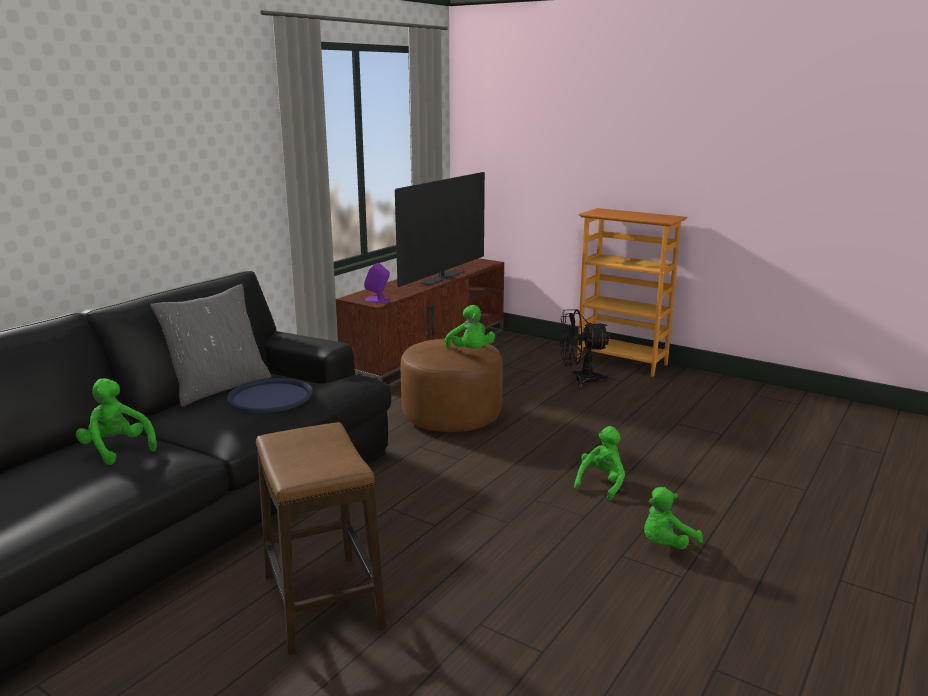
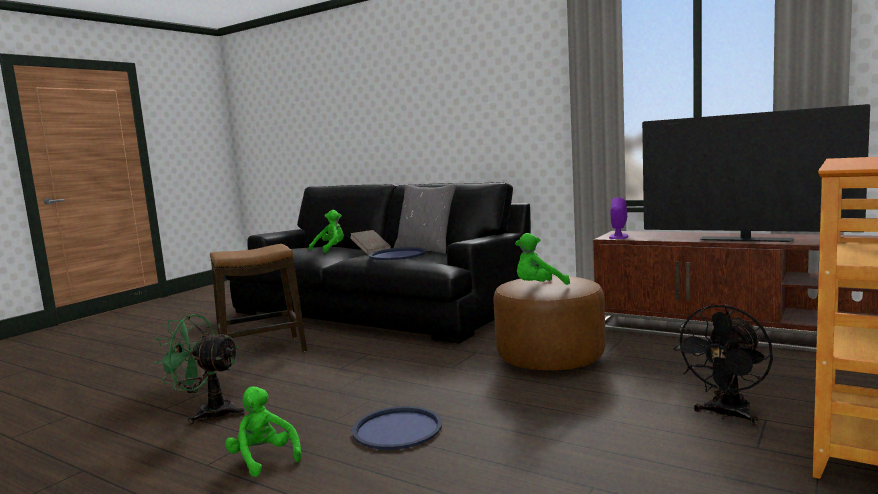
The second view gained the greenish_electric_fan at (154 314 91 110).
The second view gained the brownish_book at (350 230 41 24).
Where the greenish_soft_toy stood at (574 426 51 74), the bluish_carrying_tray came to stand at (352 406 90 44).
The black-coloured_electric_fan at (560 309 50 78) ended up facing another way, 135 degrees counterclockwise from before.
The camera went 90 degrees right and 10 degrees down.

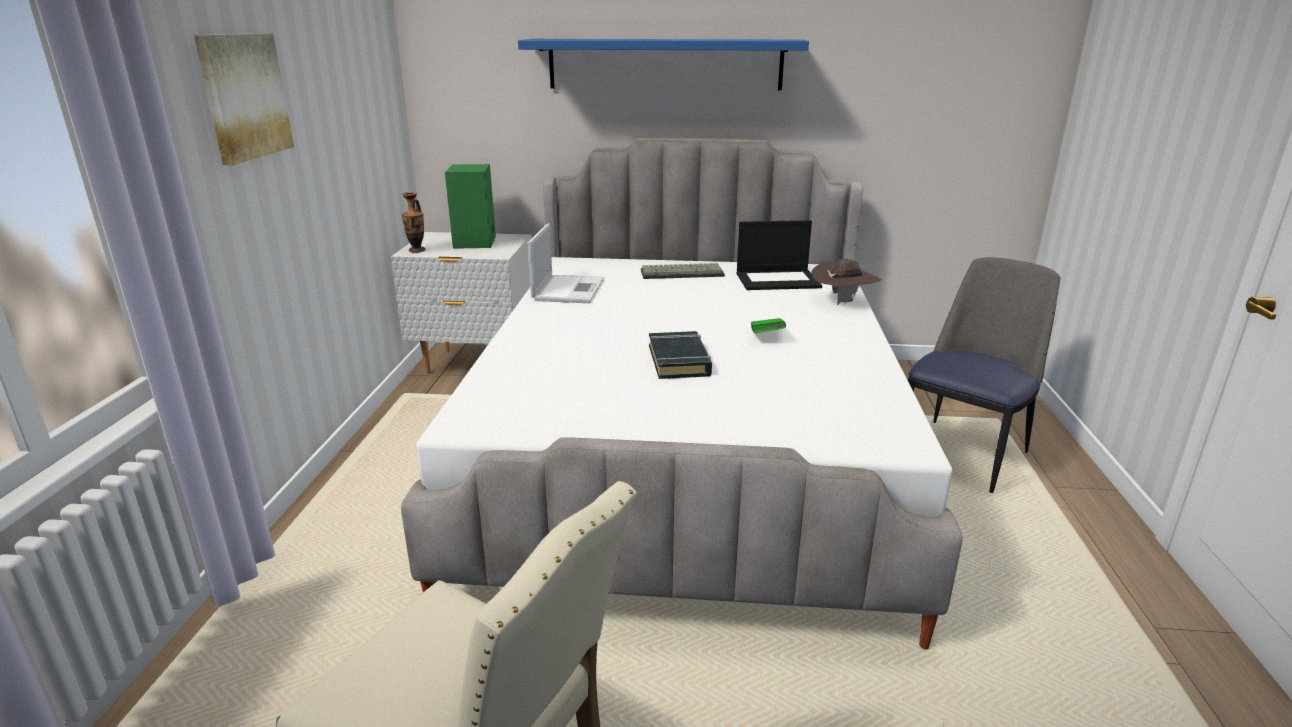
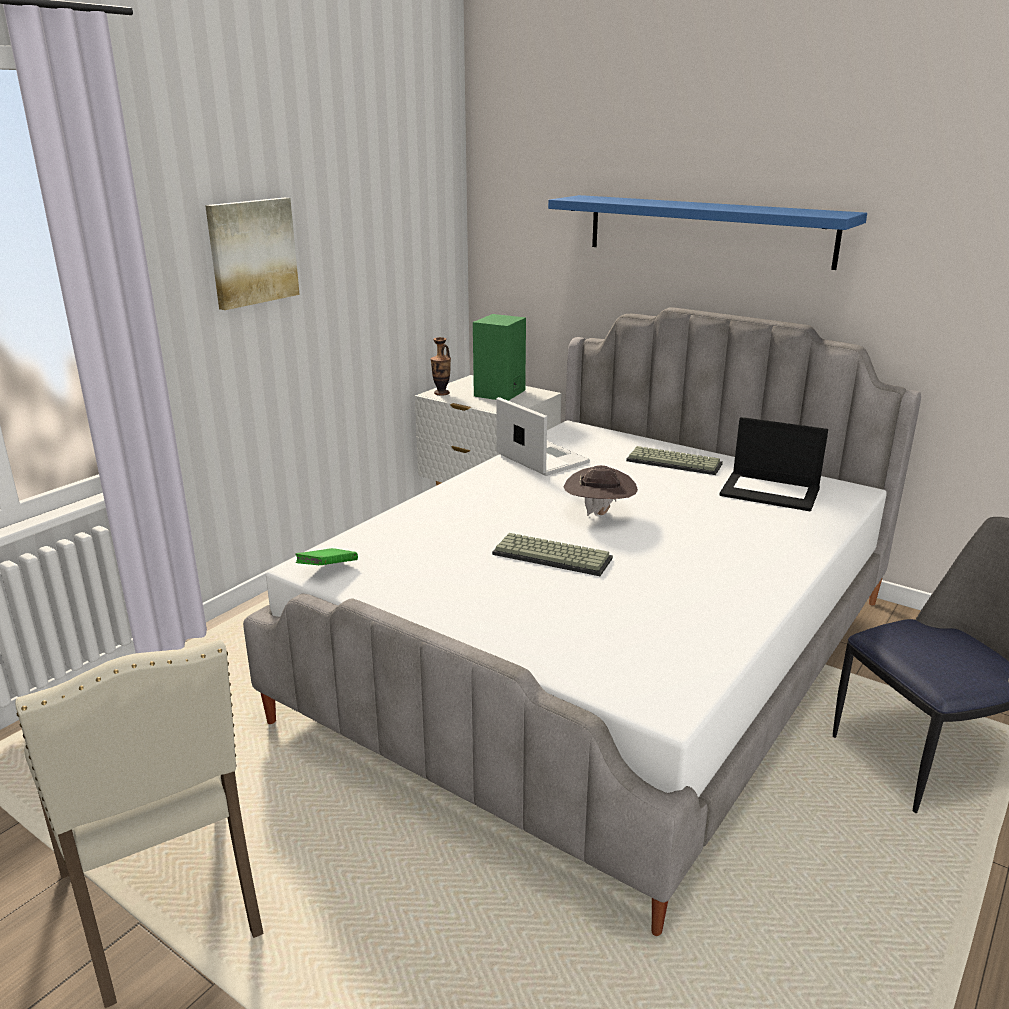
The greenish_book ended up elsewhere, having gone from (751 318 35 15) to (295 548 63 17).
The brownish_hat ended up elsewhere, having gone from (811 259 70 46) to (563 465 75 51).
Where the black-coloured_book stood at (649 331 63 48), the computer_keyboard came to stand at (492 533 121 43).
The portable_computer at (528 223 76 80) ended up facing another way, 75 degrees counterclockwise from before.
The camera went 30 degrees right and 0 degrees up.

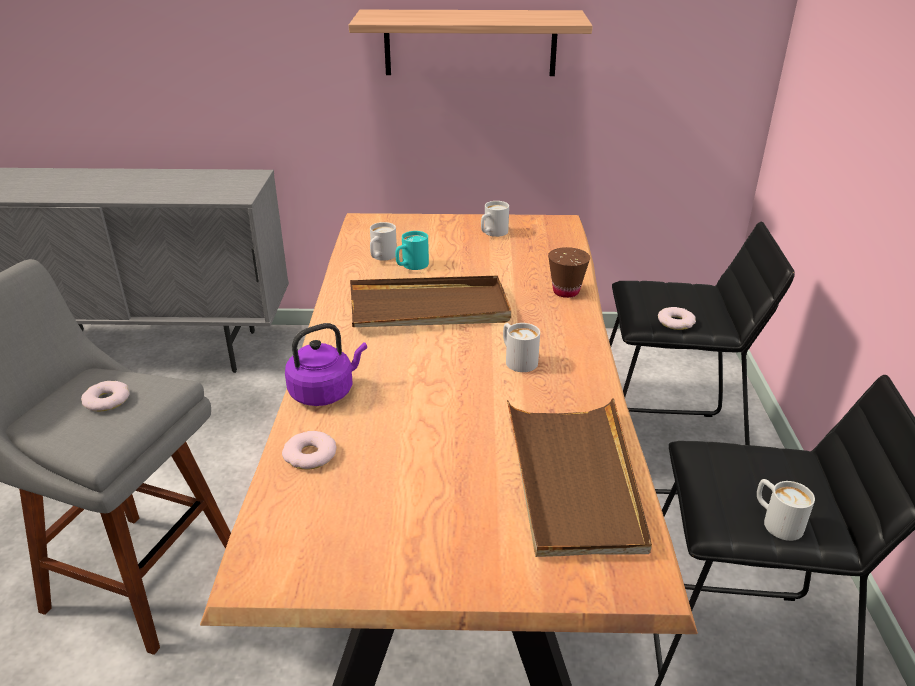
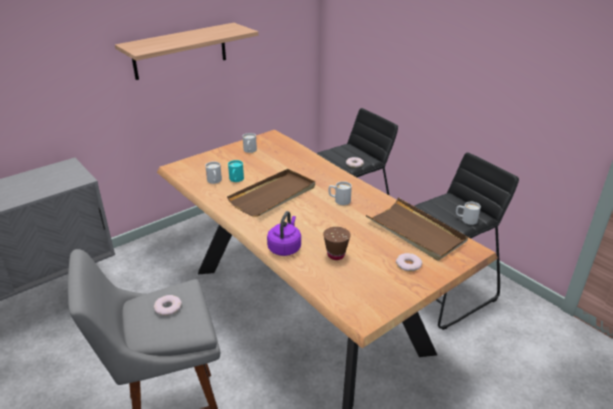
The ring_doughnut ended up elsewhere, having gone from (282 431 55 39) to (396 253 26 18).
The brownish_small_cup ended up elsewhere, having gone from (548 247 42 51) to (323 227 28 33).
The camera went 40 degrees left and 0 degrees up.

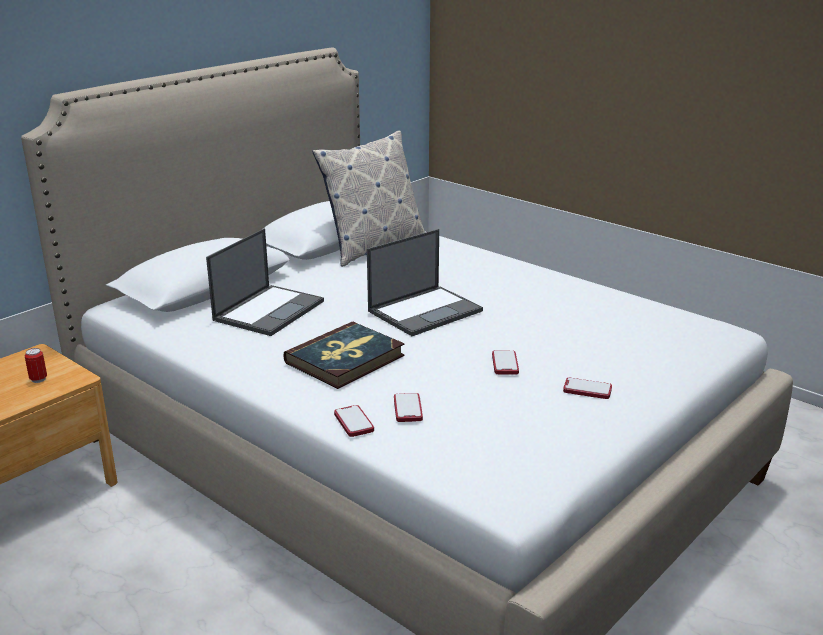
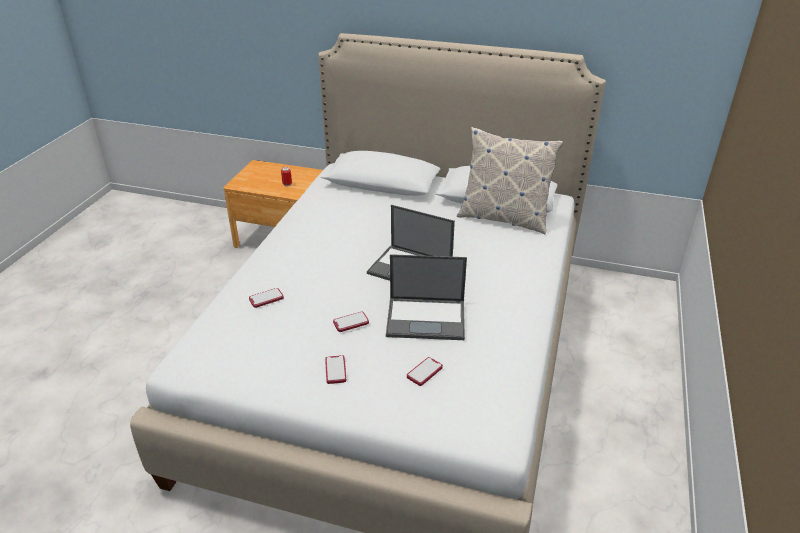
The second view lost the book at (283 322 122 67).
The portable_computer ended up elsewhere, having gone from (206 228 118 108) to (386 254 81 86).
The handset ended up elsewhere, having gone from (334 405 40 32) to (407 357 36 29).
The camera went 65 degrees right and 10 degrees up.

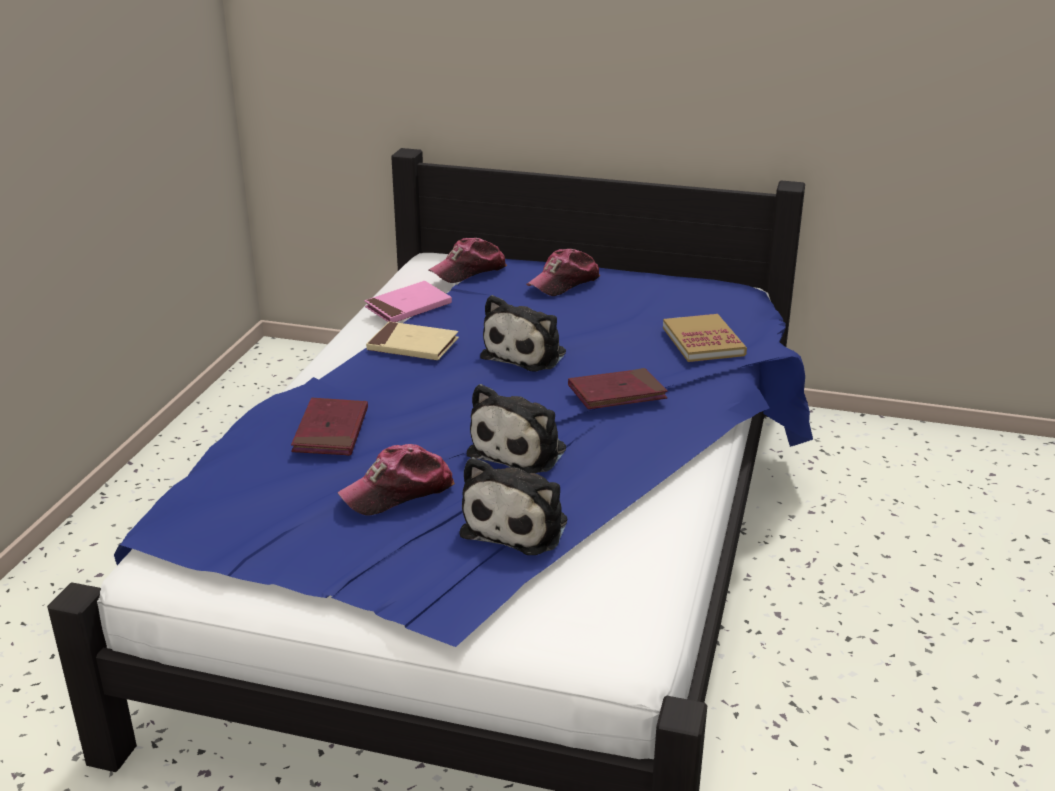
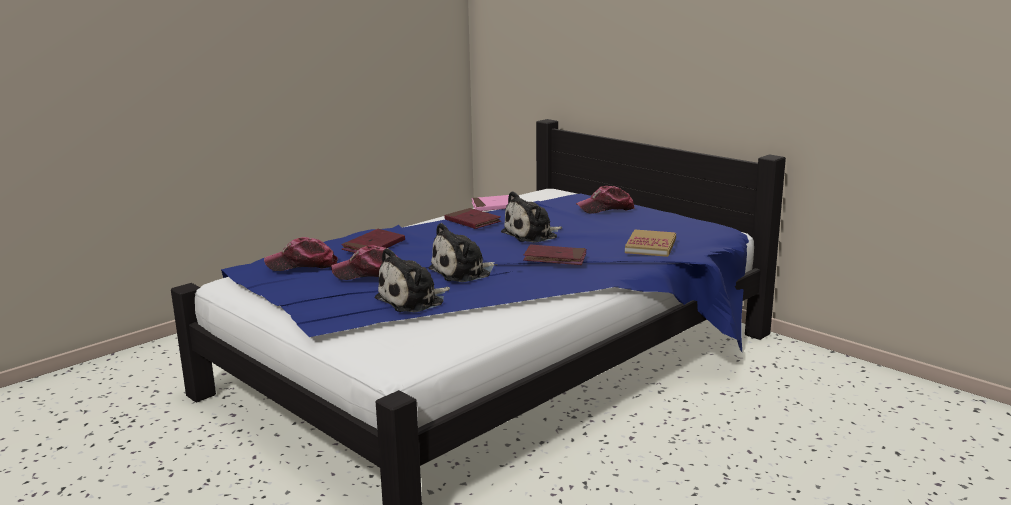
The peaked_cap ended up elsewhere, having gone from (429 238 78 45) to (264 237 74 34).
What was the beige-coloured_book at (366 322 93 38) turned into the red_book at (445 208 56 21).
The camera went 30 degrees right and 10 degrees down.

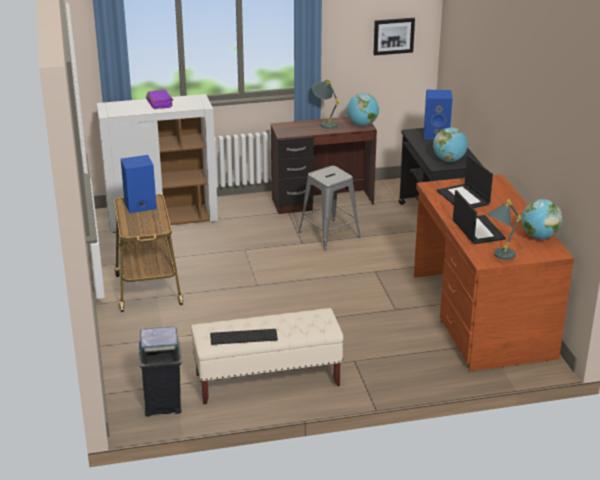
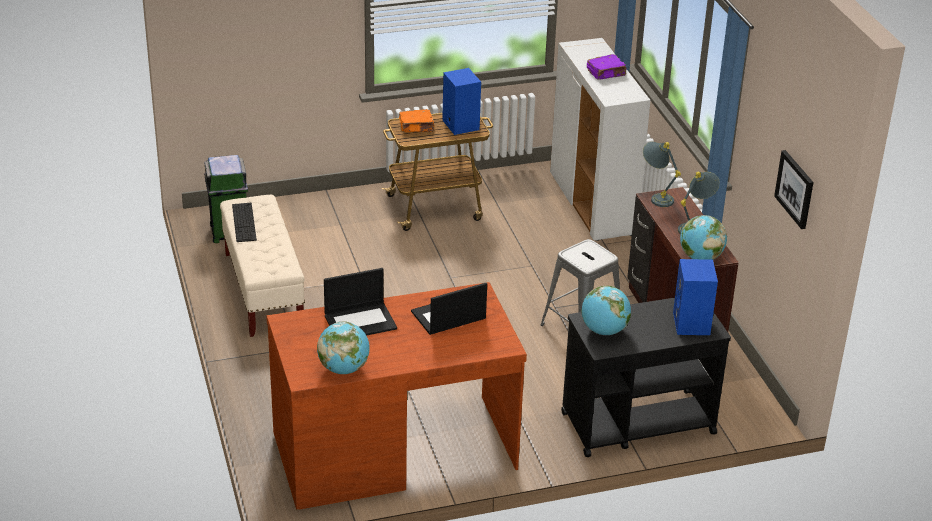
The second view gained the orangey_book at (399 109 36 23).
The gray_lamp_for_a_table ended up elsewhere, having gone from (486 199 36 61) to (643 142 38 65).
The camera went 85 degrees right and 5 degrees up.

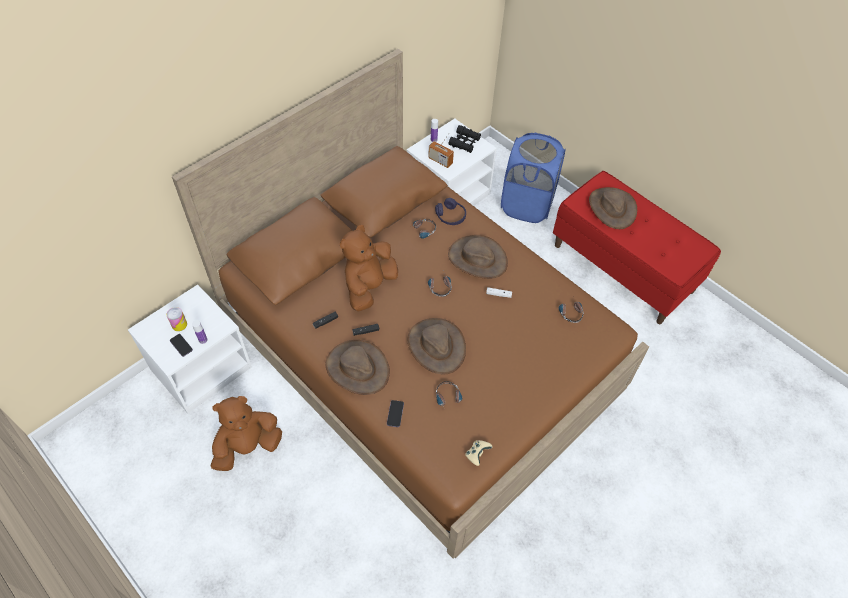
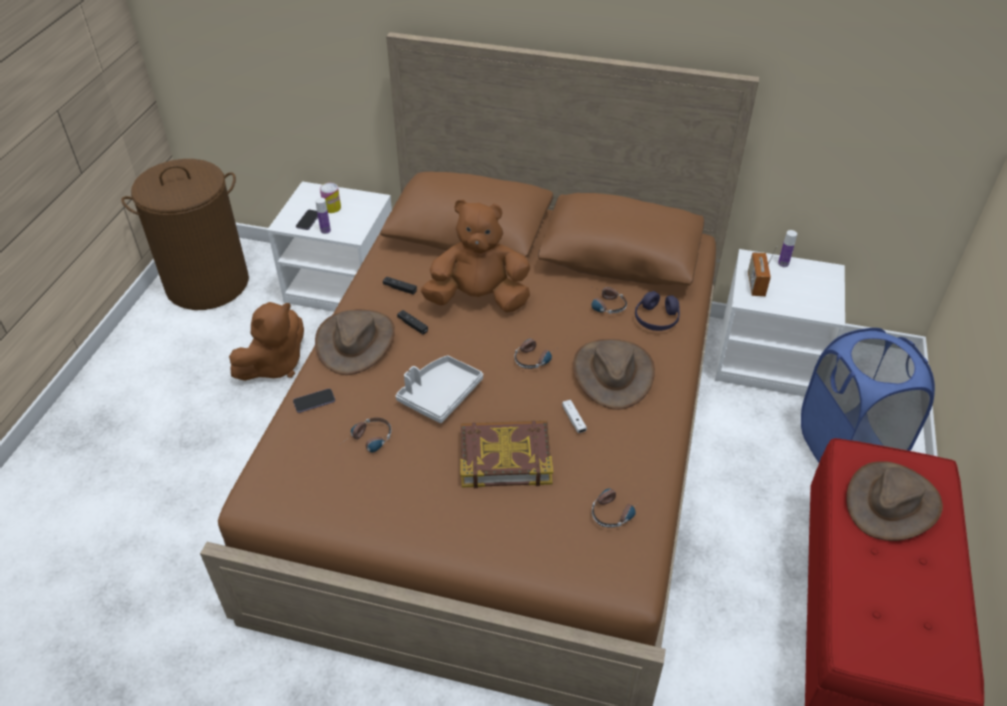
The second view lost the black-coloured_pair_of_binoculars at (448 125 33 28).
The second view lost the beige-coloured_game_controller at (465 440 28 26).
The second view gained the brownish_washing_basket at (121 159 128 151).
The second view gained the book at (460 420 93 68).
Where the brownish_hat stood at (408 318 58 56), the gray_carrying_tray came to stand at (396 355 87 68).
The brownish_soft_toy at (210 396 72 75) ended up facing another way, 105 degrees clockwise from before.
The camera went 60 degrees right and 10 degrees down.

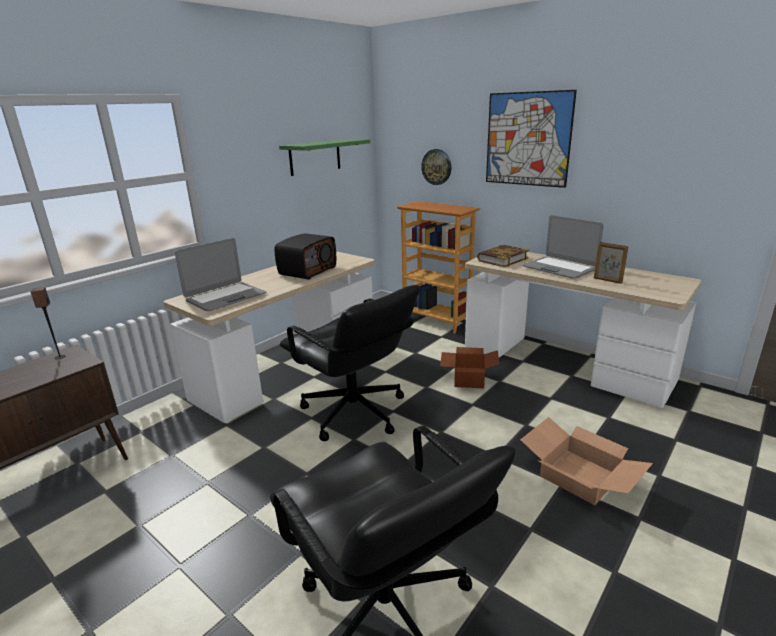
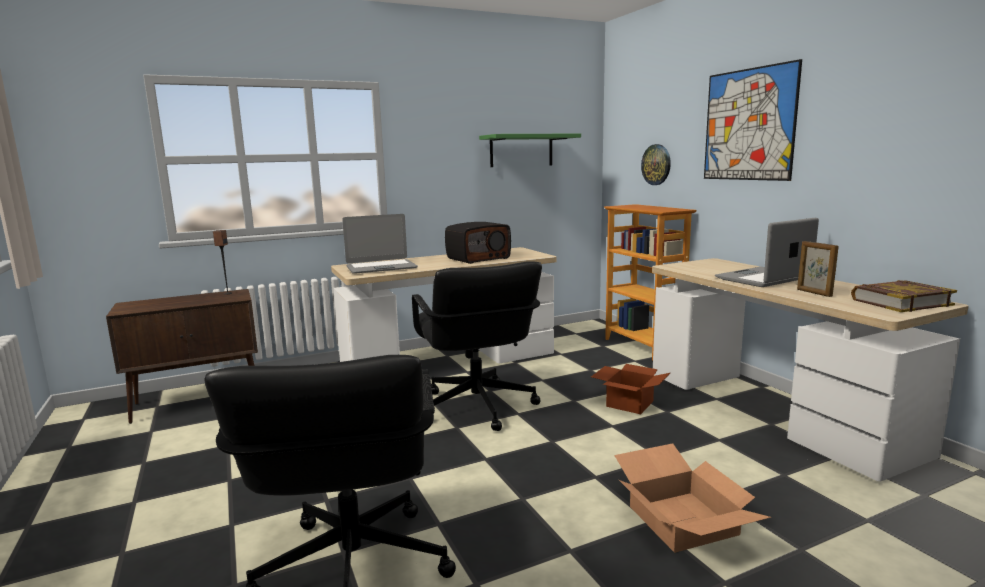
The book ended up elsewhere, having gone from (477 245 52 22) to (851 280 106 32).
The portable_computer at (522 215 82 64) ended up facing another way, 75 degrees clockwise from before.
The camera went 25 degrees right and 10 degrees down.

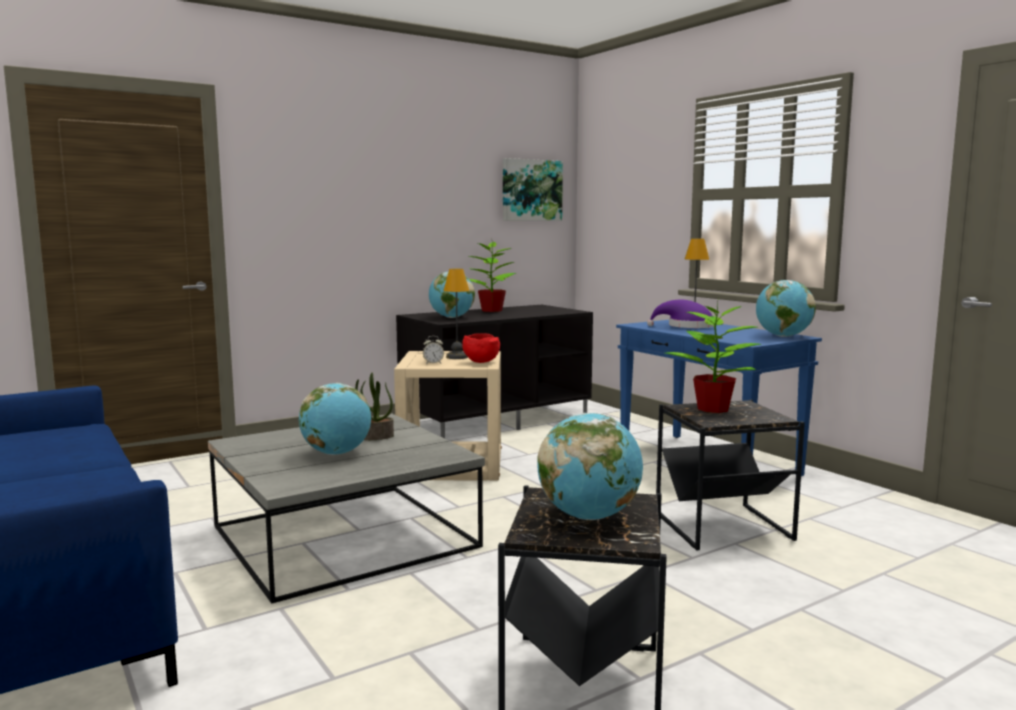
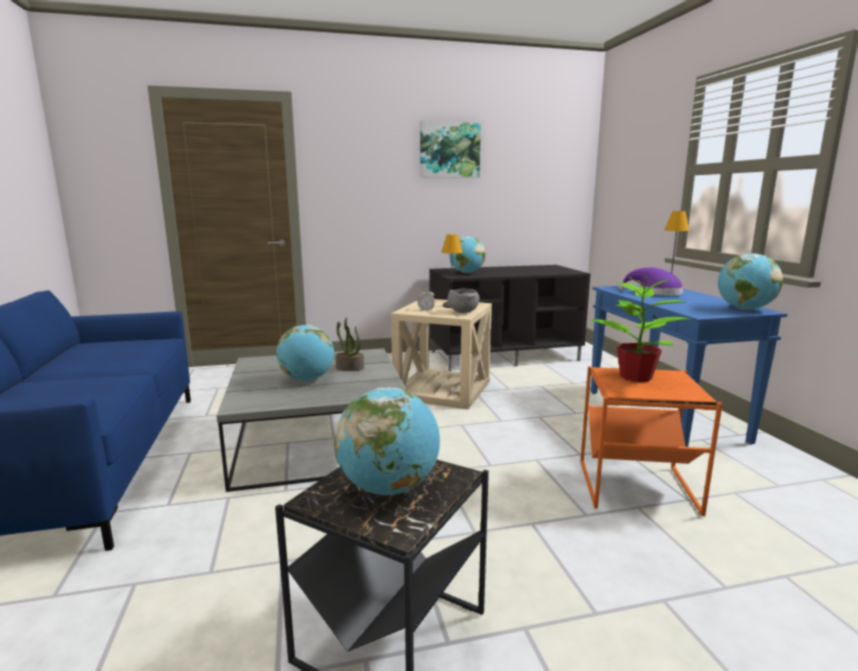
The second view lost the potted_plant at (469 238 47 74).
The wall_picture ended up elsewhere, having gone from (503 158 60 63) to (420 121 61 57).
What was the red_deep_dish at (462 333 38 30) turned into the gray_deep_dish at (448 288 31 25).
What was the black-coloured_accent_table at (656 400 149 150) turned into the orangey_accent_table at (580 366 142 150).
The camera went 20 degrees right and 5 degrees up.

